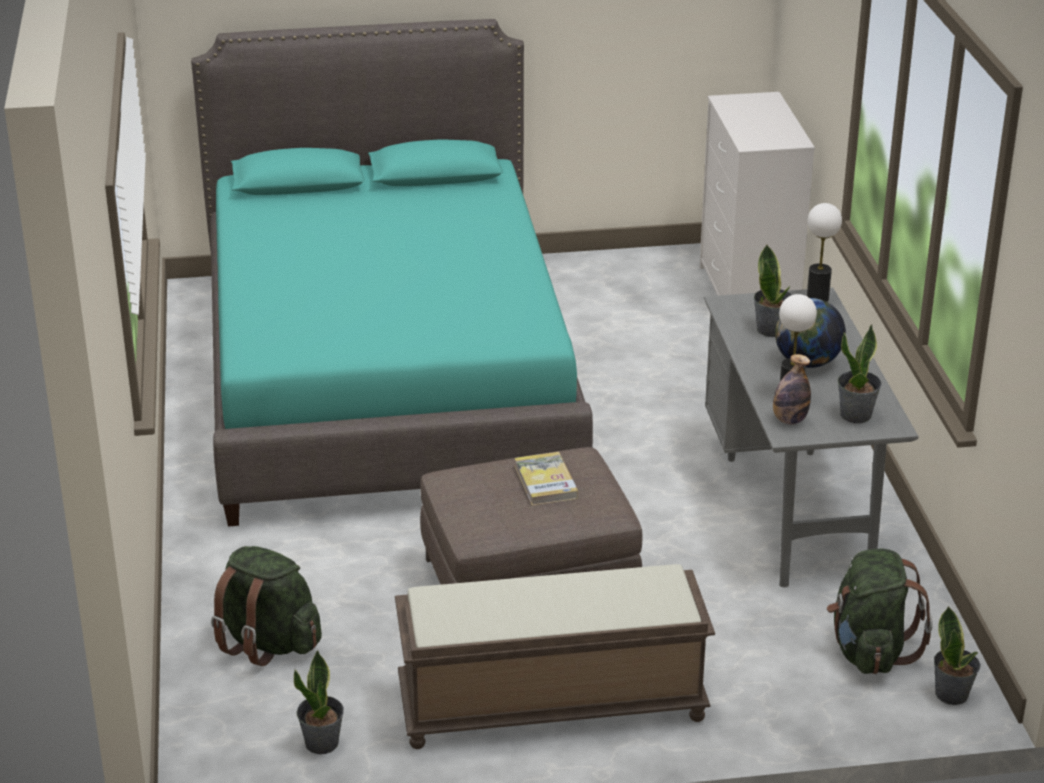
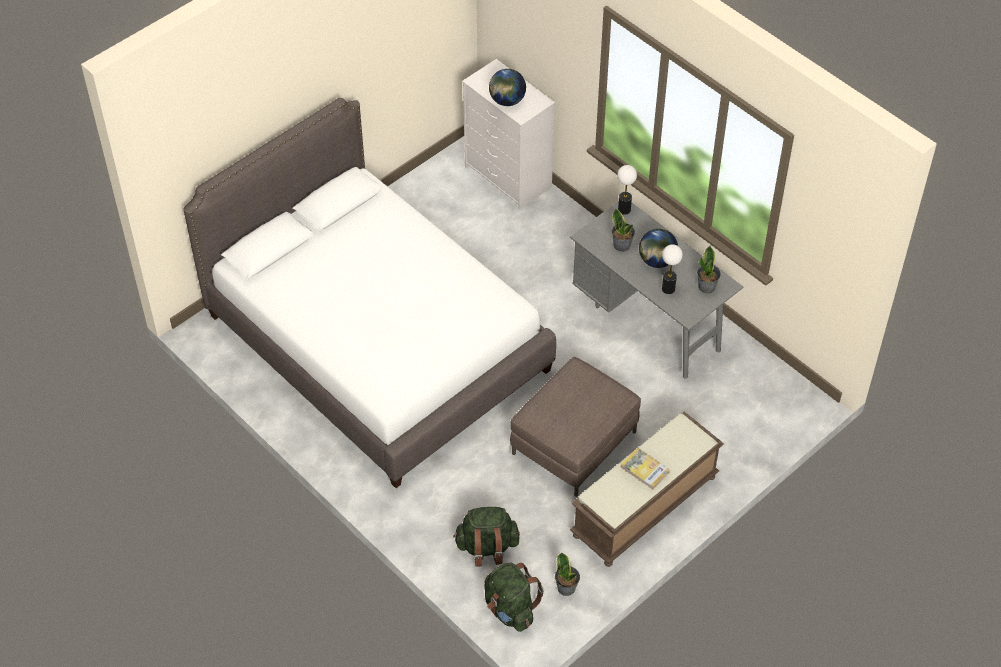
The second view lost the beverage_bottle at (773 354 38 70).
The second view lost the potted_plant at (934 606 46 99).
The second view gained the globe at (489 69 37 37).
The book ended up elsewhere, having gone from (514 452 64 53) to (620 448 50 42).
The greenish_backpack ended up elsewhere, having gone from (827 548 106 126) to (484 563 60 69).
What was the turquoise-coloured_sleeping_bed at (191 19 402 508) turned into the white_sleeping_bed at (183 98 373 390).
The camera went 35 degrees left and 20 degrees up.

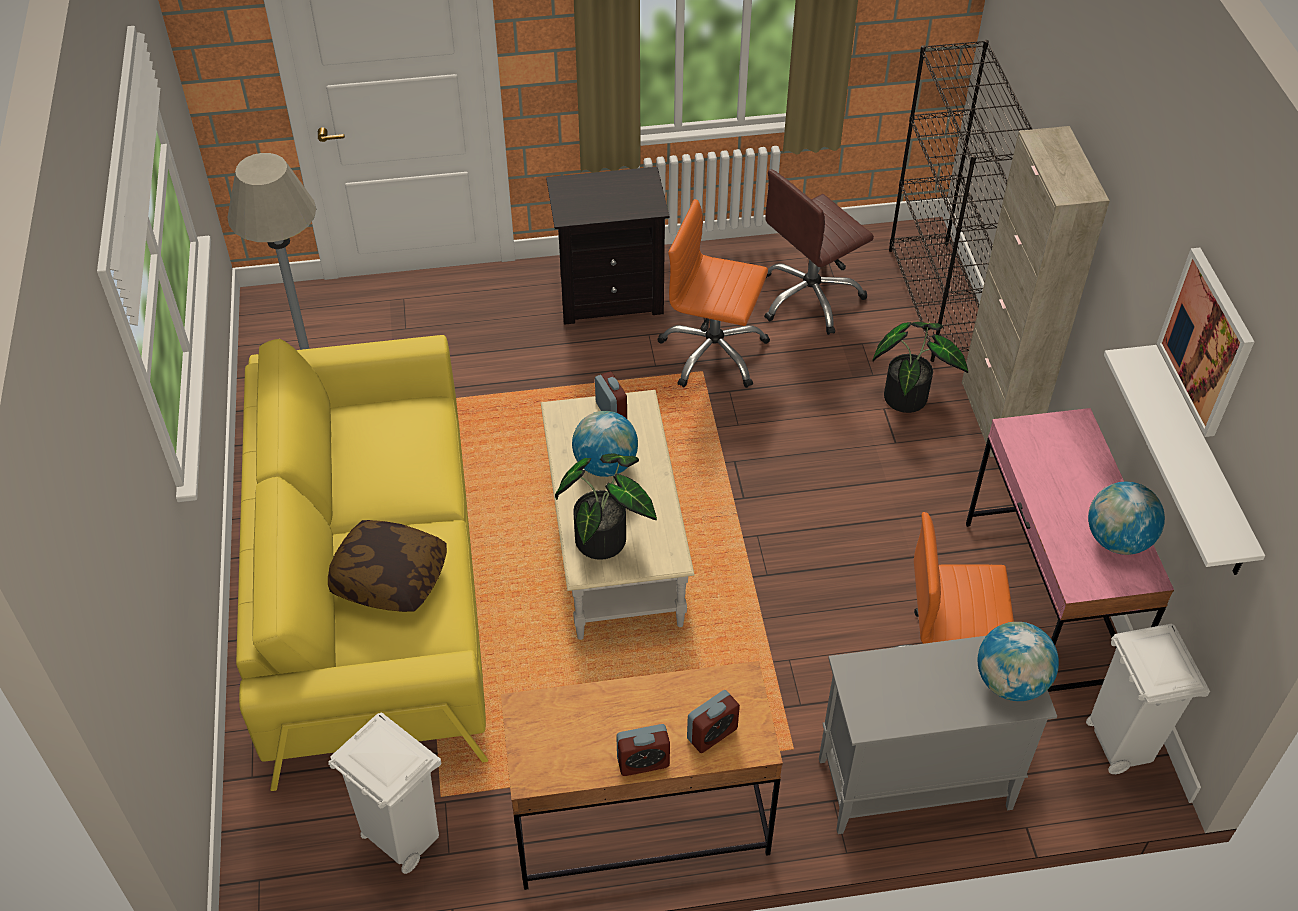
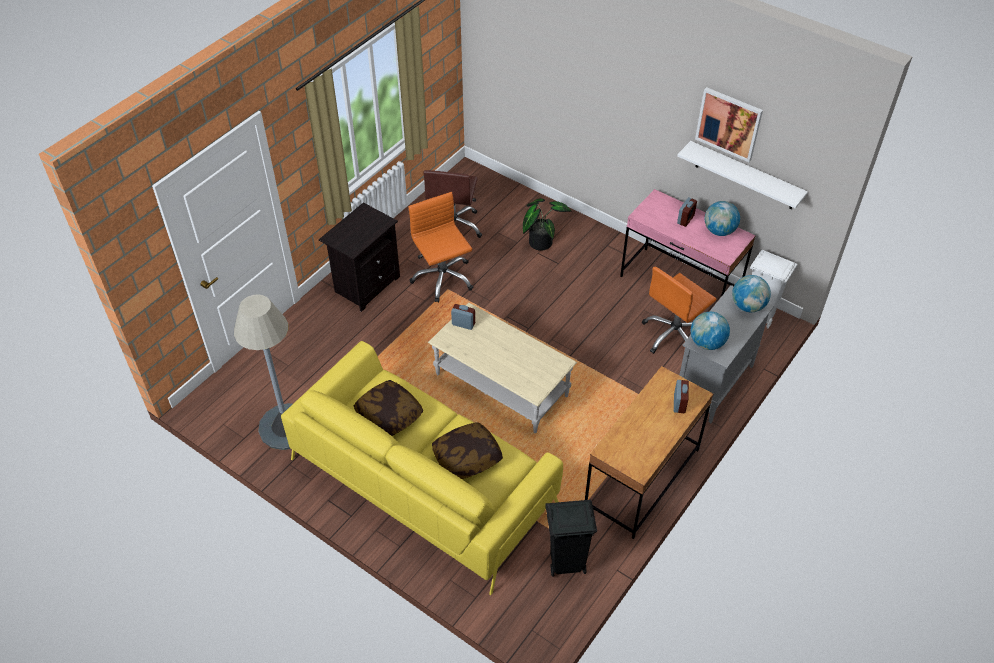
The second view lost the potted_plant at (555 453 102 107).
The second view lost the black-coloured_bookcase at (889 40 143 322).
The second view lost the beige-coloured_cabinet at (962 126 148 331).
The second view gained the pillow at (354 380 69 56).
The globe ended up elsewhere, having gone from (572 411 66 66) to (691 312 39 38).
The bedside_clock ended up elsewhere, having gone from (616 724 54 52) to (677 197 20 30).
What was the white_waste_bin at (328 712 114 162) turned into the black-coloured_waste_bin at (545 500 52 77).
The orangey_computer_chair at (657 199 113 189) ended up facing another way, 90 degrees clockwise from before.
The camera went 45 degrees left and 0 degrees up.

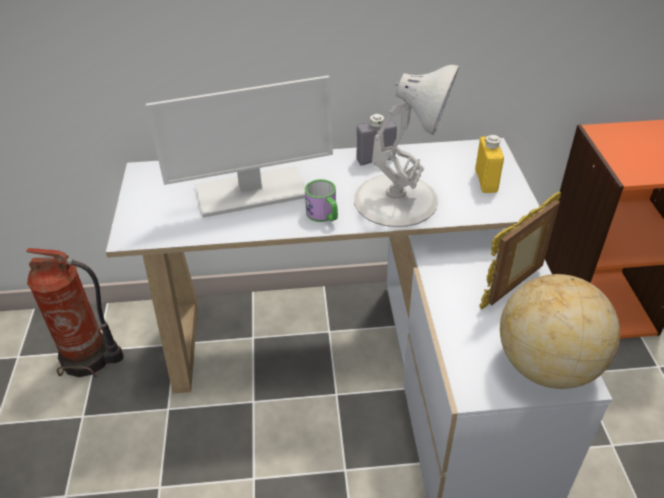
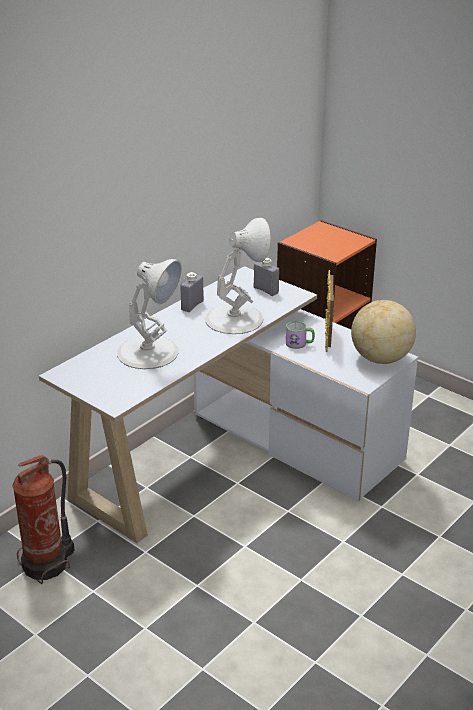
The tea_mug ended up elsewhere, having gone from (305 179 33 43) to (286 321 29 28).
Where the computer_screen stood at (146 76 187 142), the white_lamp_for_a_table came to stand at (117 259 65 110).
What was the yellow-coloured_beverage_bottle at (475 135 29 58) turned into the gray_beverage_bottle at (254 258 25 38).
The camera went 45 degrees left and 10 degrees down.

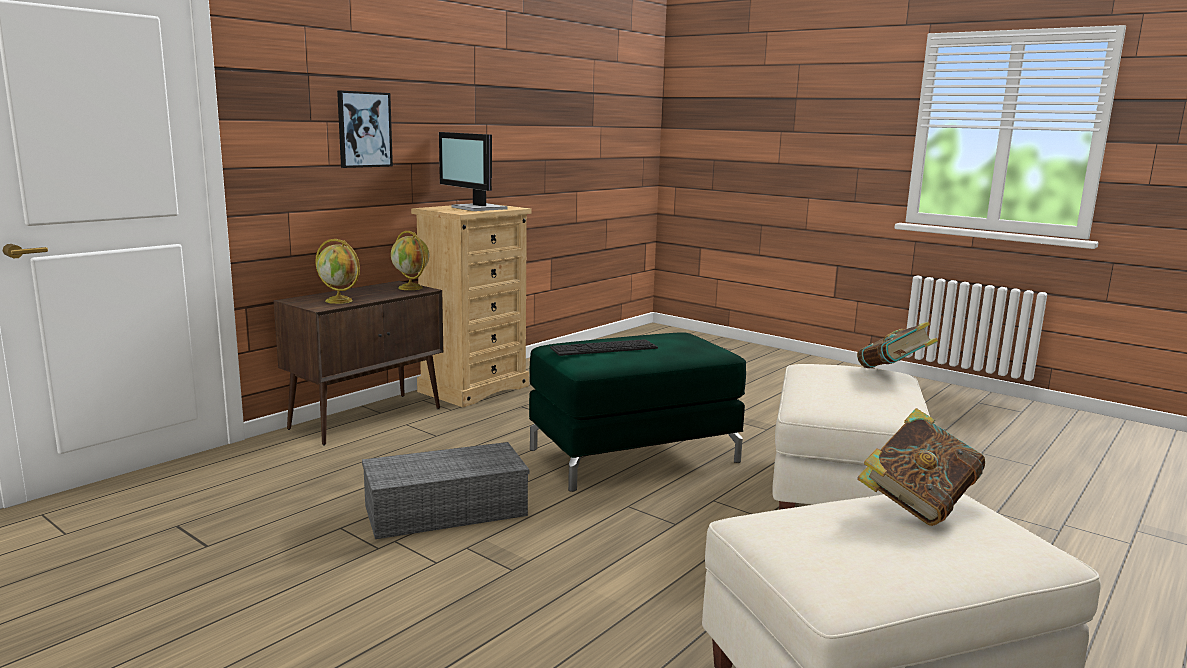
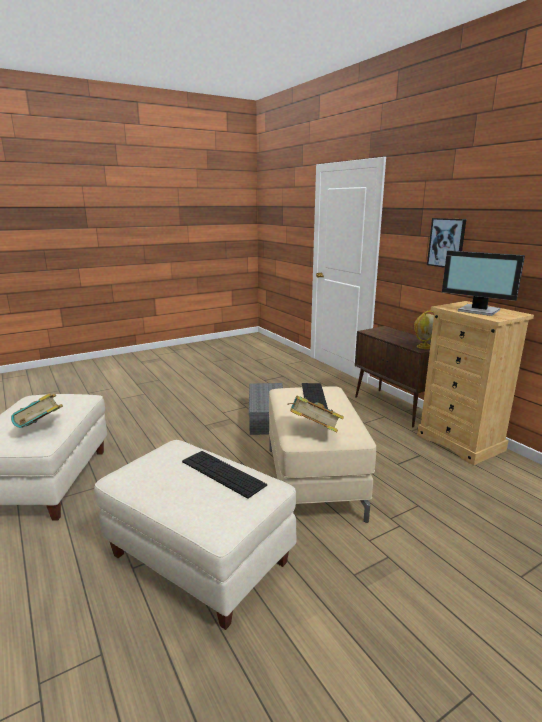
The second view lost the globe at (315 239 45 65).
The second view gained the computer_keyboard at (182 451 85 48).
The book ended up elsewhere, having gone from (857 322 81 46) to (287 395 57 37).
What was the greenish_pouffe at (529 332 217 160) turned into the beige-coloured_pouffe at (269 387 107 136).
The computer_screen at (439 132 69 79) ended up facing another way, 120 degrees counterclockwise from before.
The camera went 110 degrees right and 5 degrees up.

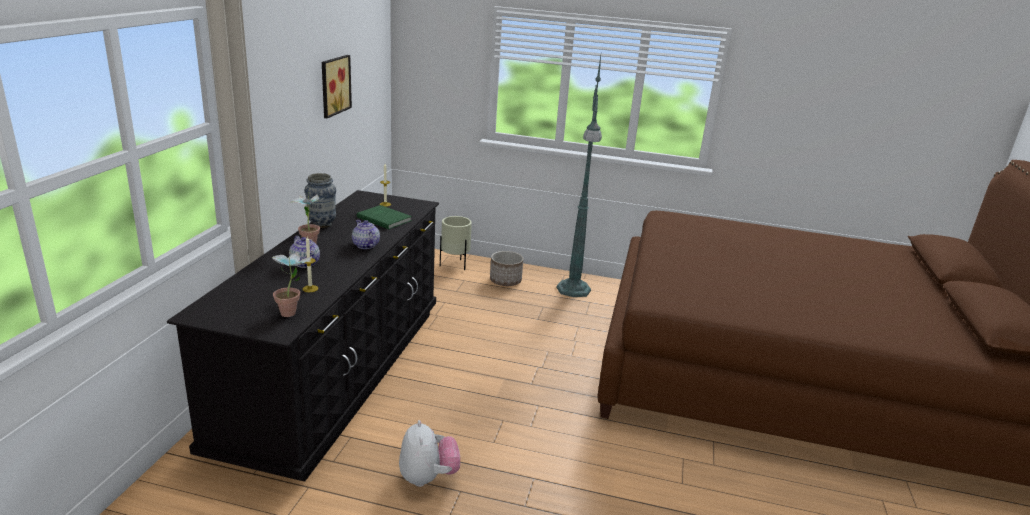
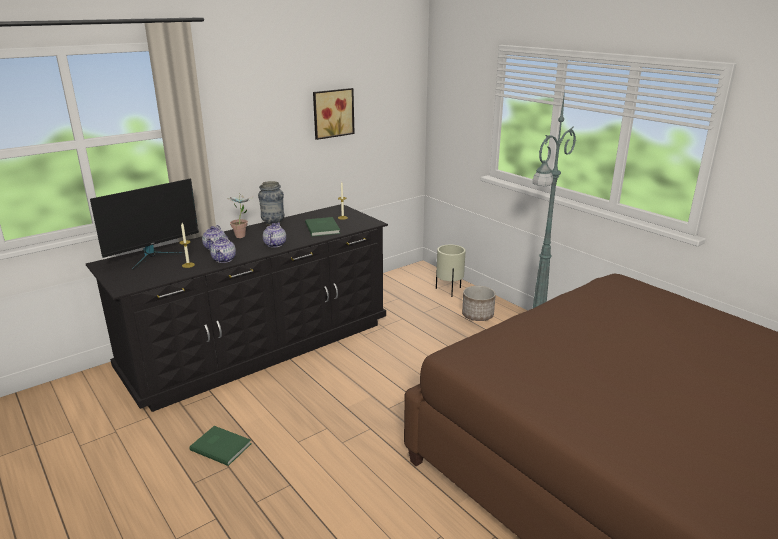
The second view lost the potted_plant at (272 251 40 66).
The second view gained the computer_screen at (90 179 109 91).
The second view gained the teapot at (210 236 26 27).
Where the soft_toy stood at (399 420 61 67), the greenish_book came to stand at (190 426 62 40).
The camera went 40 degrees right and 0 degrees up.

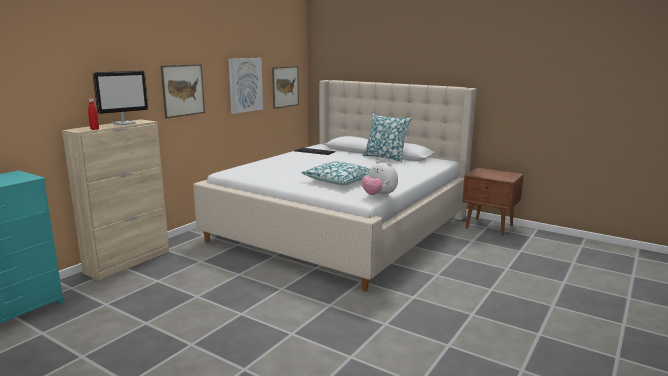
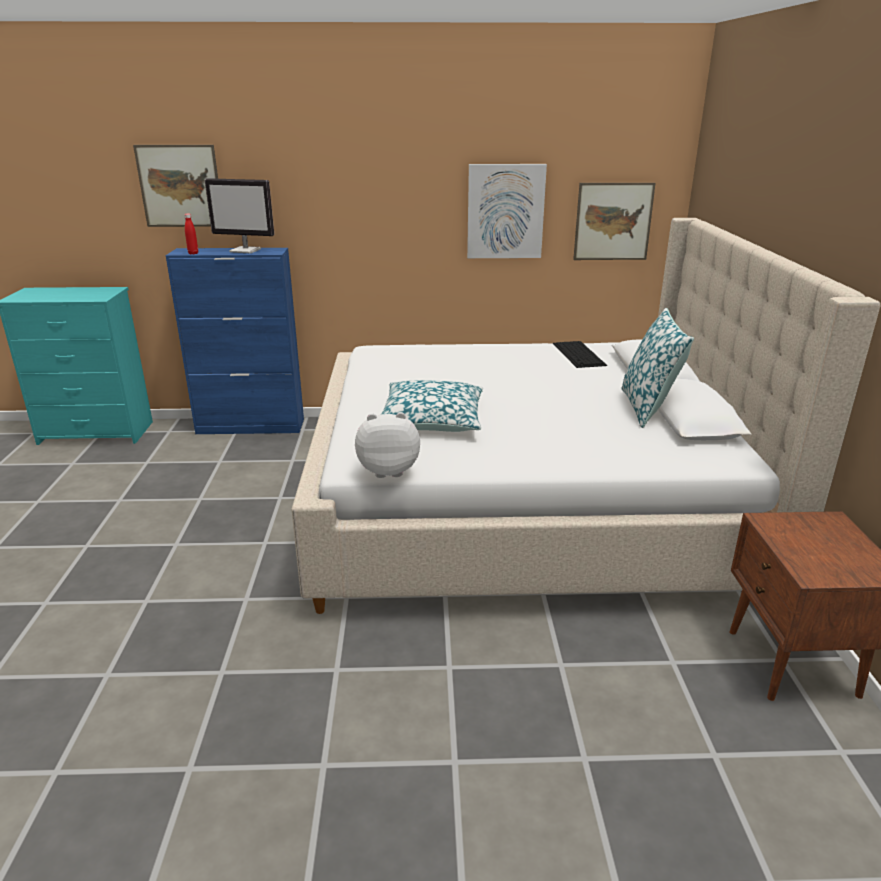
The wall_picture ended up elsewhere, having gone from (161 64 44 54) to (133 145 85 82).
What was the beige-coloured_cabinet at (62 119 107 161) turned into the bluish_cabinet at (166 248 138 186).
The soft_toy at (361 160 37 37) ended up facing another way, 75 degrees clockwise from before.
The camera went 55 degrees right and 10 degrees up.

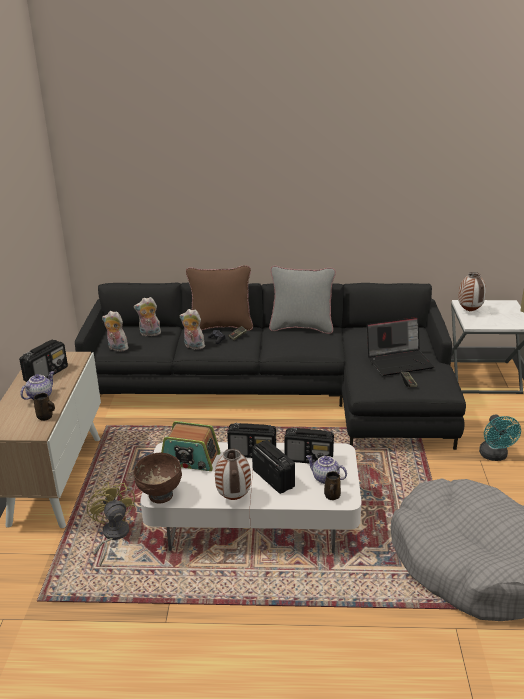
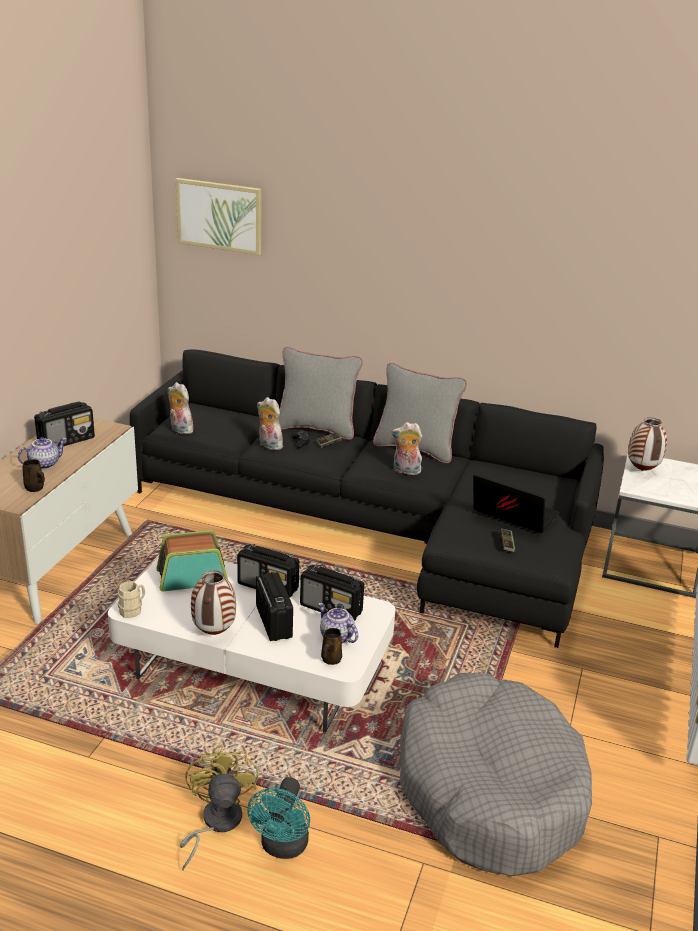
The second view gained the wall_picture at (176 178 85 77).
The yellow-coloured_electric_fan ended up elsewhere, having gone from (87 482 48 84) to (180 745 78 126).
The soft_toy ended up elsewhere, having gone from (134 297 27 39) to (391 422 31 53).
The turquoise-coloured_electric_fan ended up elsewhere, having gone from (479 414 42 47) to (247 777 63 82).
Where the brownish_deep_dish stood at (133 453 49 51), the beige-coloured_tea_mug came to stand at (118 581 27 37).
What was the brownish_pillow at (186 265 67 66) turned into the gray_pillow at (279 347 84 93).
The radio_receiver at (161 421 60 50) ended up facing another way, 135 degrees clockwise from before.
The portable_computer at (367 317 68 59) ended up facing another way, 150 degrees counterclockwise from before.
The camera went 15 degrees right and 0 degrees up.

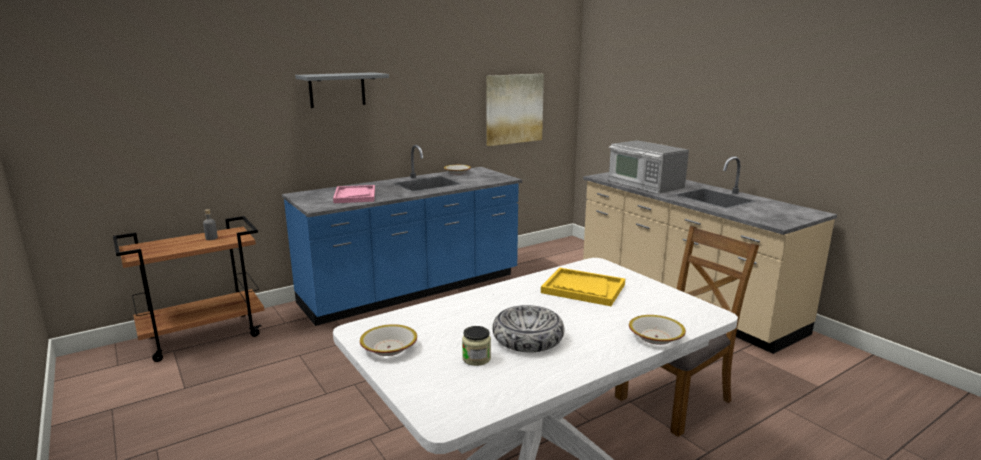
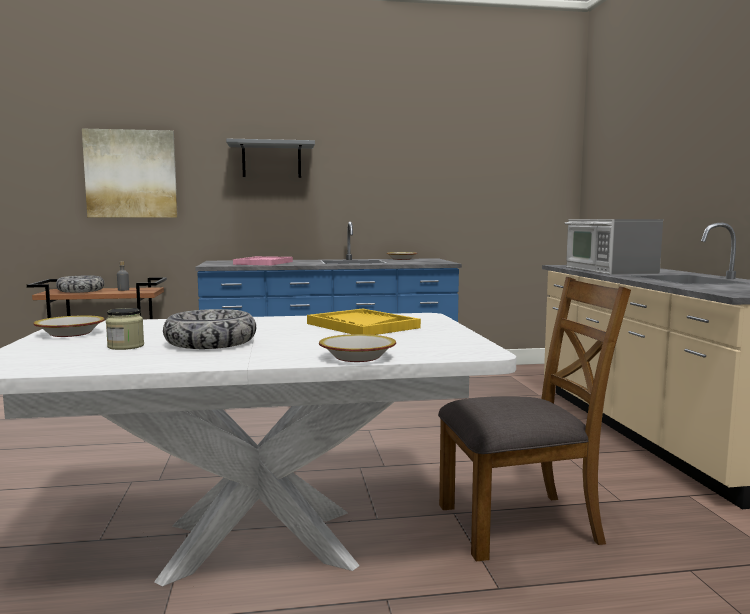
The second view gained the deep_dish at (56 276 48 17).
The wall_picture ended up elsewhere, having gone from (486 74 58 72) to (82 129 96 88).
The camera went 25 degrees right and 10 degrees down.

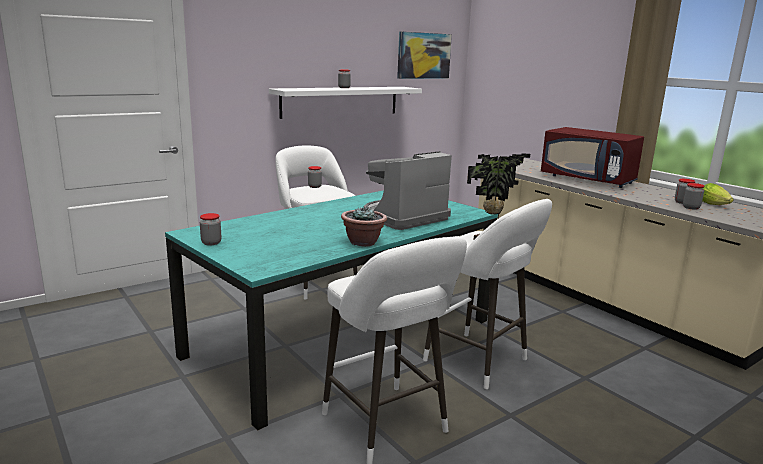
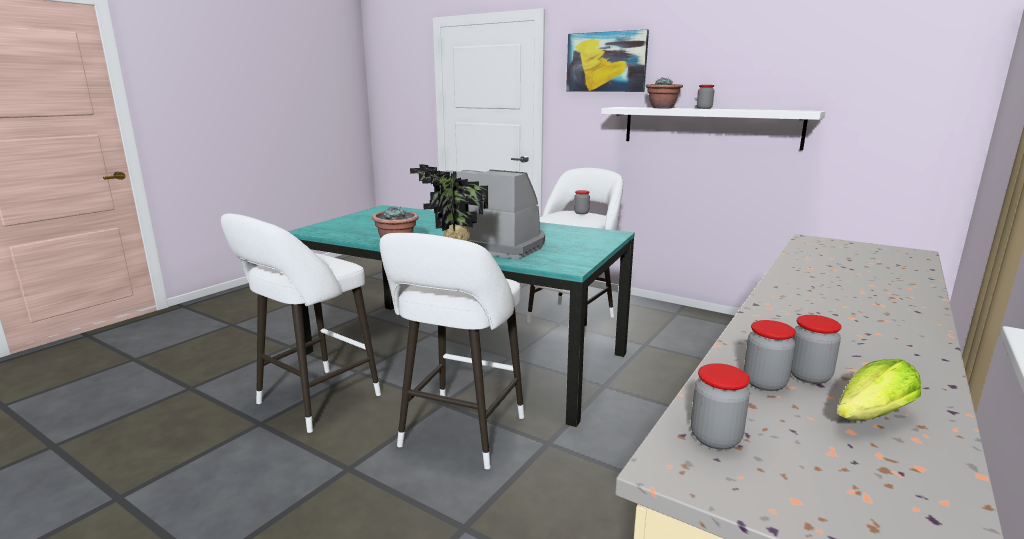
The second view lost the red_microwave at (541 127 103 61).
The second view gained the potted_plant at (646 77 37 31).
The preserve_jar ended up elsewhere, having gone from (200 213 21 33) to (691 363 59 87).
The wall_picture ended up elsewhere, having gone from (397 32 55 47) to (566 30 83 62).
The camera went 70 degrees right and 0 degrees up.

